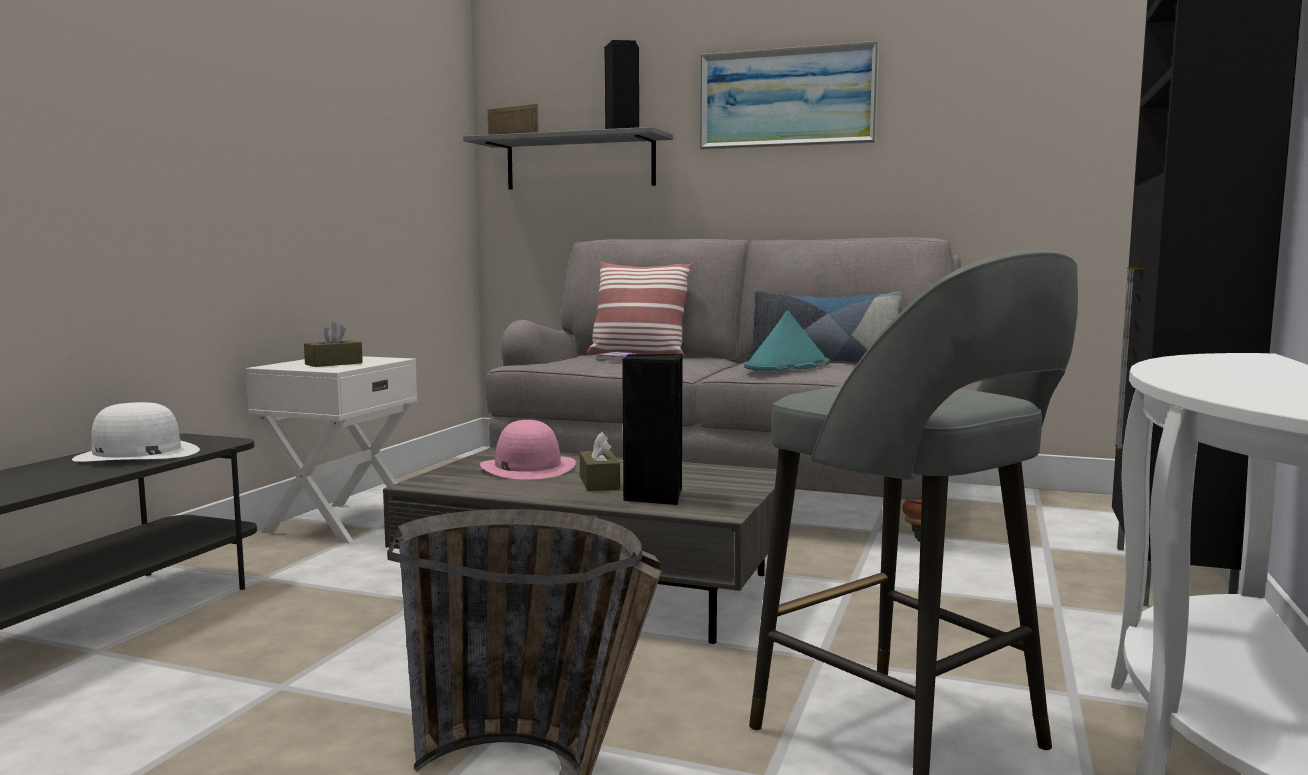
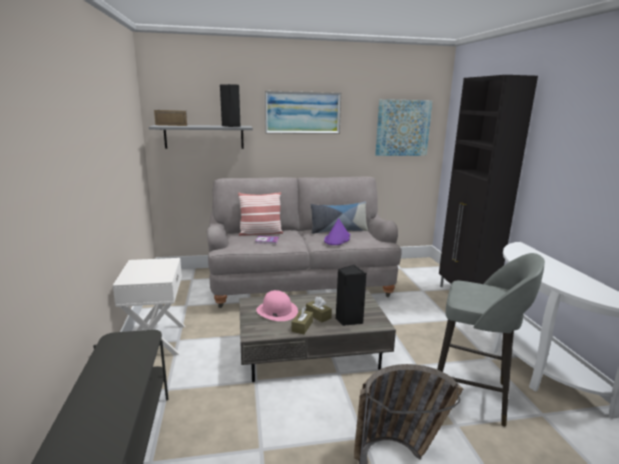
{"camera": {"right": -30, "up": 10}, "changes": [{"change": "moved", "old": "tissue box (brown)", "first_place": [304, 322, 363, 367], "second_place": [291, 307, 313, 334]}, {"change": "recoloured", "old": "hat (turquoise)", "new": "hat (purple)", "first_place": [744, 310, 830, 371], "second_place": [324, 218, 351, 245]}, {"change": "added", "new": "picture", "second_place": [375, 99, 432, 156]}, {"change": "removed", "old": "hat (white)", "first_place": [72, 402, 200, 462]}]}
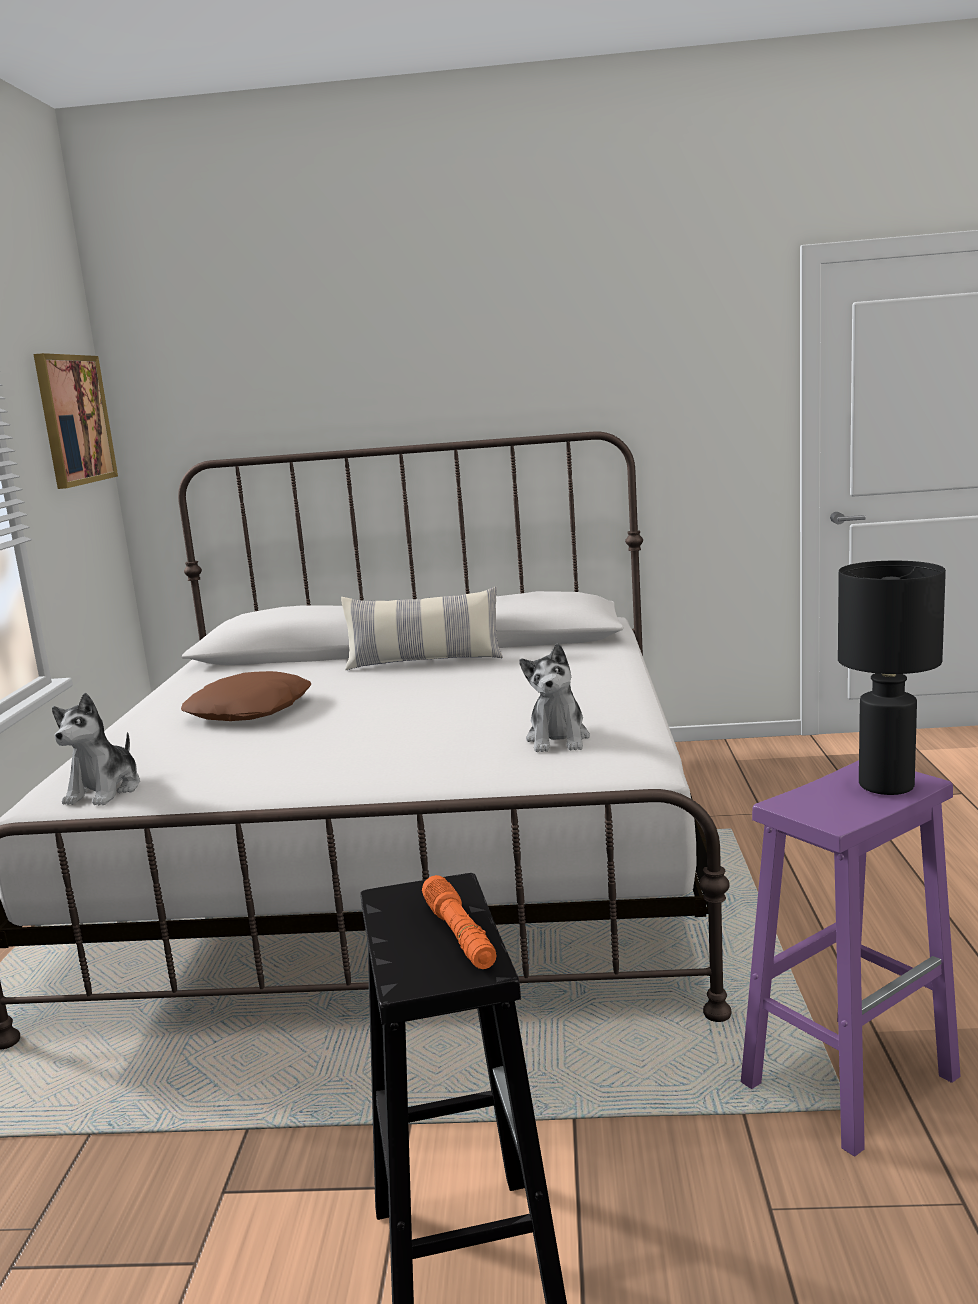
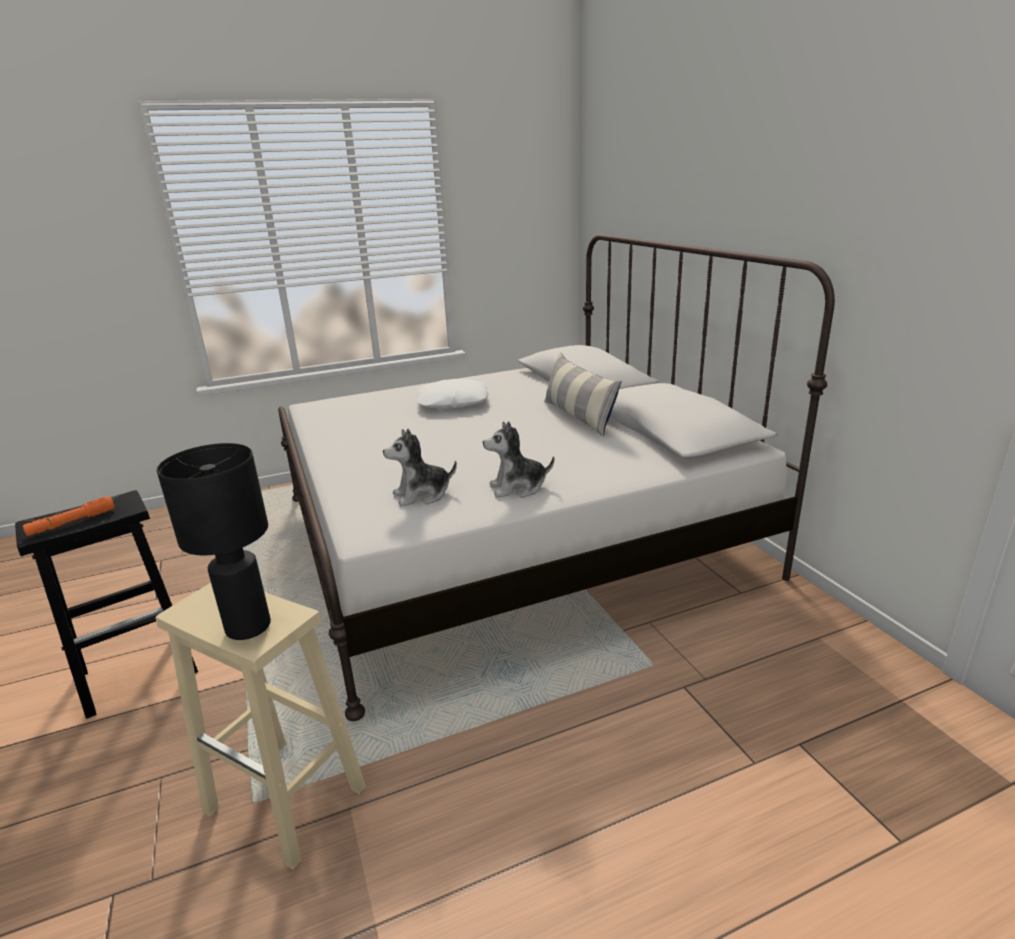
{"camera": {"right": 65, "up": 10}, "changes": [{"change": "recoloured", "old": "stool (purple)", "new": "stool (beige)", "first_place": [741, 760, 960, 1157], "second_place": [156, 583, 366, 870]}, {"change": "recoloured", "old": "pillow (brown)", "new": "pillow (white)", "first_place": [181, 671, 312, 721], "second_place": [417, 379, 489, 409]}, {"change": "moved", "old": "plush toy", "first_place": [52, 693, 140, 805], "second_place": [483, 421, 554, 498]}, {"change": "removed", "old": "picture", "first_place": [34, 353, 118, 489]}]}
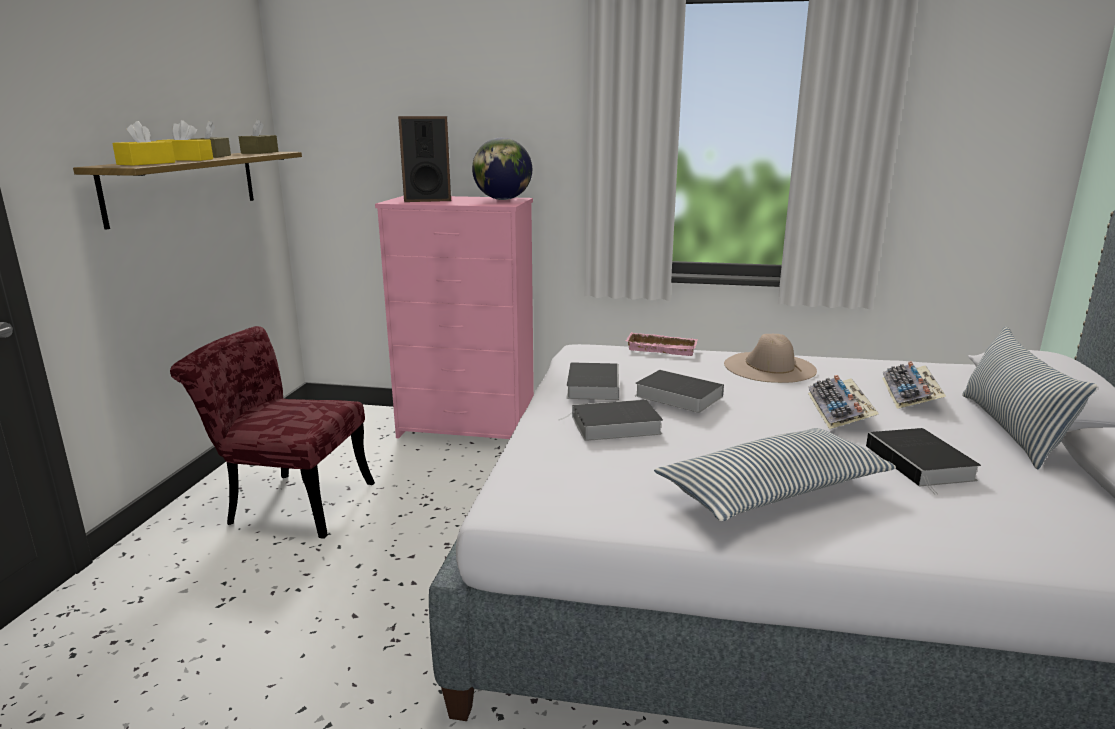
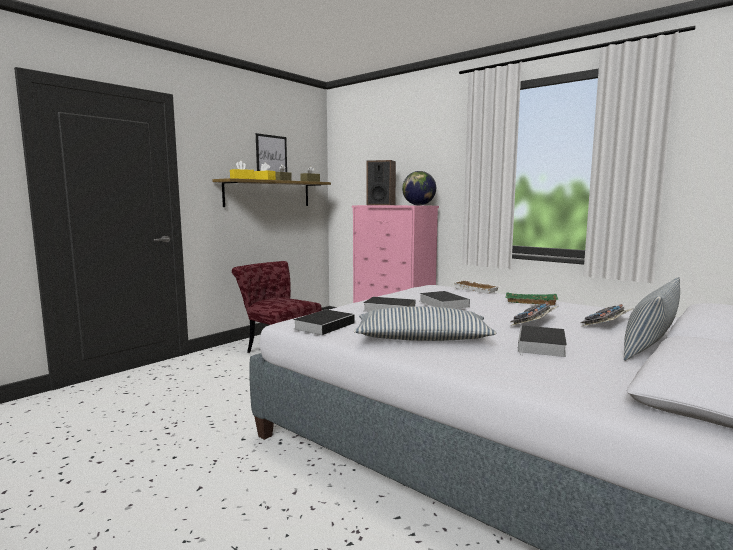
{"camera": {"right": 30, "up": -10}, "changes": [{"change": "added", "new": "picture", "second_place": [256, 133, 287, 172]}, {"change": "moved", "old": "book", "first_place": [567, 362, 619, 400], "second_place": [293, 310, 355, 335]}, {"change": "recoloured", "old": "tray (pink)", "new": "tray (white)", "first_place": [626, 332, 698, 356], "second_place": [454, 280, 501, 294]}, {"change": "replaced", "old": "hat (beige)", "new": "tray (green)", "first_place": [724, 334, 817, 383], "second_place": [506, 292, 558, 305]}]}
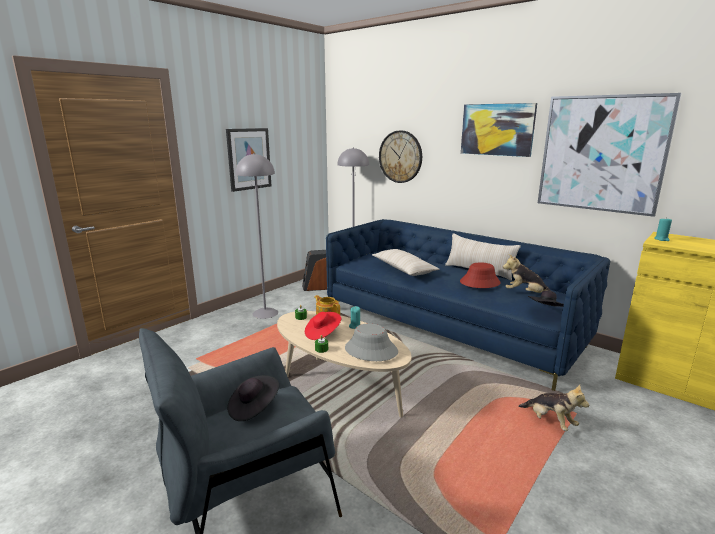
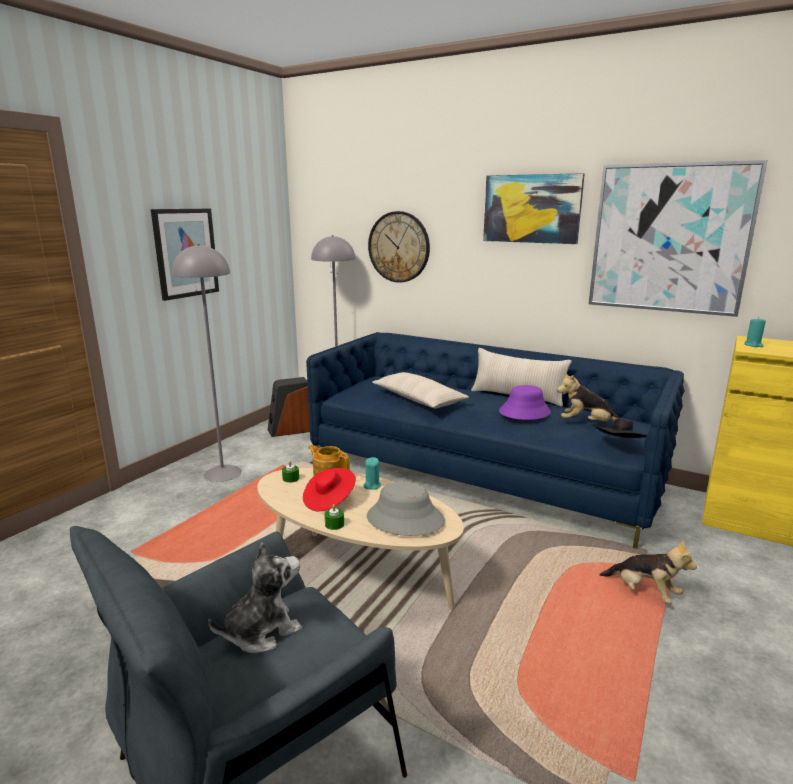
{"camera": {"right": -10, "up": 0}, "changes": [{"change": "replaced", "old": "hat (black)", "new": "plush toy", "first_place": [227, 375, 279, 421], "second_place": [208, 542, 302, 653]}, {"change": "recoloured", "old": "hat (red)", "new": "hat (purple)", "first_place": [460, 263, 501, 288], "second_place": [499, 385, 551, 420]}]}
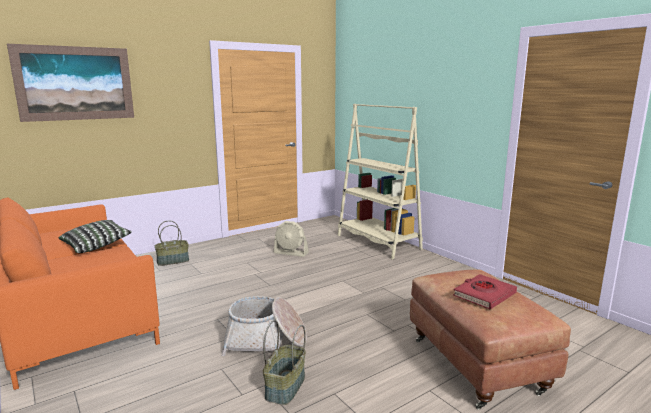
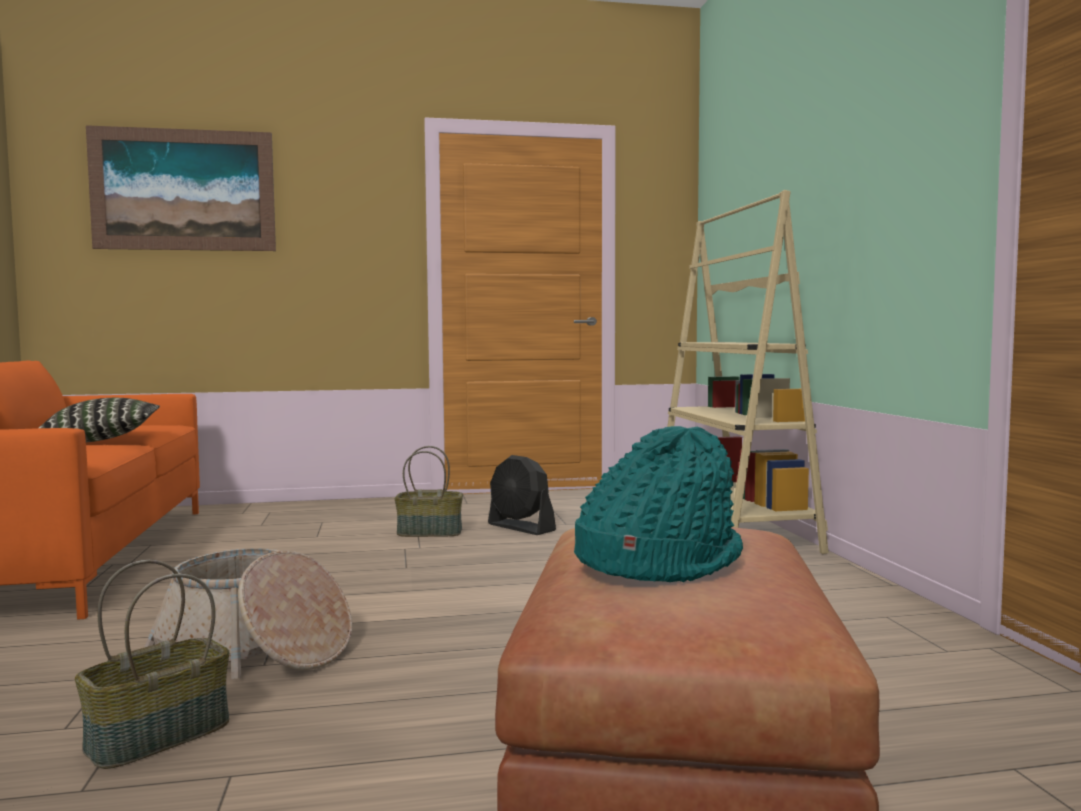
{"camera": {"right": 25, "up": -10}, "changes": [{"change": "moved", "old": "basket", "first_place": [155, 221, 189, 266], "second_place": [395, 446, 463, 537]}, {"change": "recoloured", "old": "fan (beige)", "new": "fan (black)", "first_place": [274, 221, 309, 257], "second_place": [488, 455, 556, 535]}, {"change": "replaced", "old": "book (red)", "new": "hat (turquoise)", "first_place": [453, 274, 517, 309], "second_place": [574, 426, 743, 582]}]}
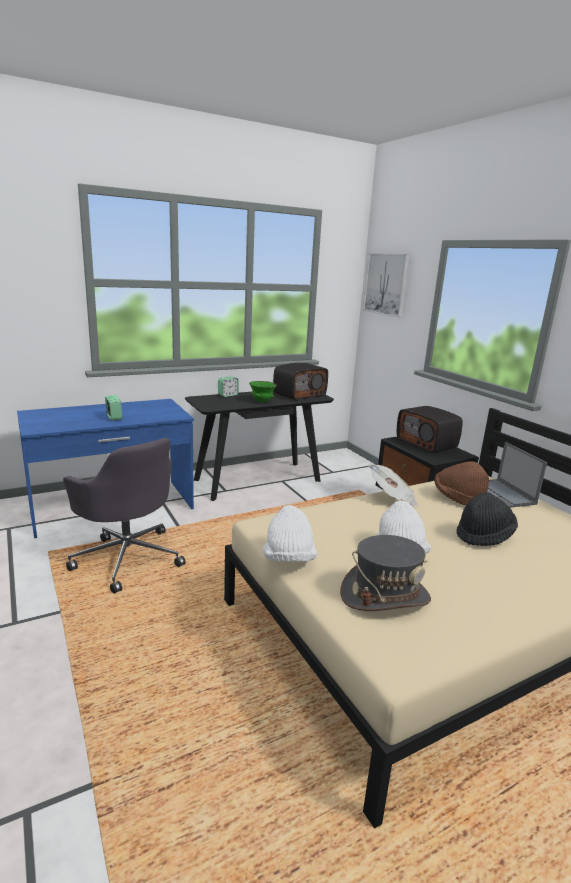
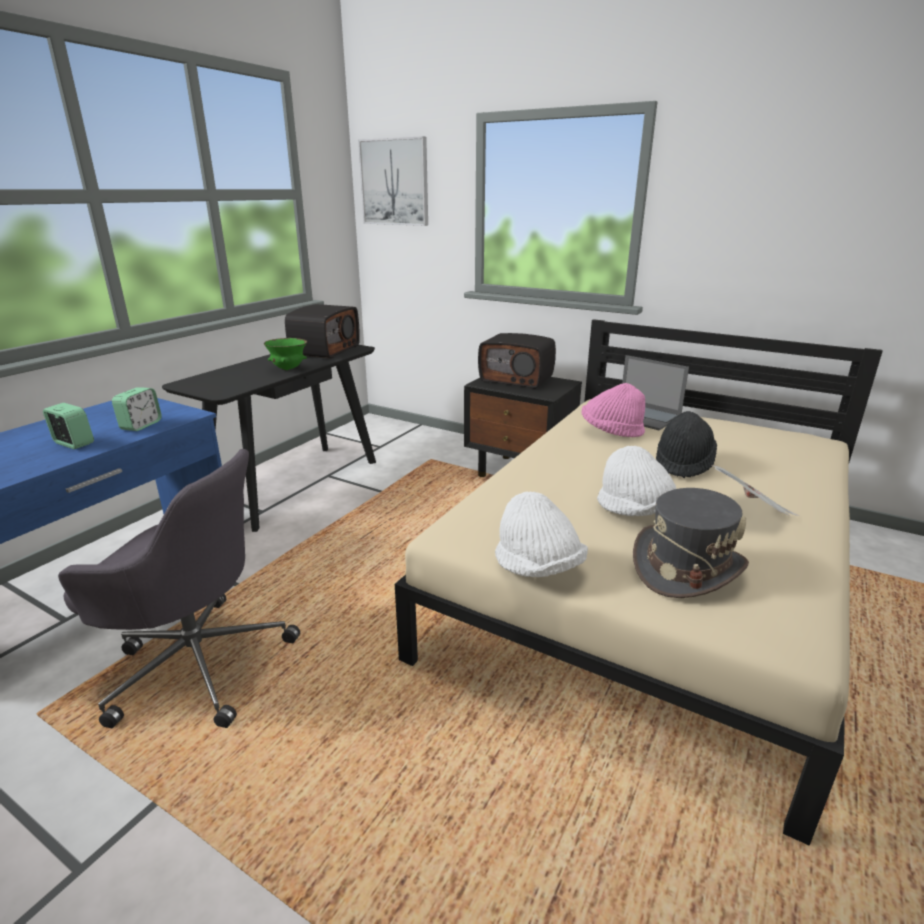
{"camera": {"right": -30, "up": 5}, "changes": [{"change": "moved", "old": "alarm clock", "first_place": [218, 377, 239, 397], "second_place": [112, 387, 162, 431]}, {"change": "recoloured", "old": "hat (brown)", "new": "hat (pink)", "first_place": [434, 461, 489, 505], "second_place": [582, 383, 645, 437]}, {"change": "moved", "old": "newspaper", "first_place": [368, 464, 418, 507], "second_place": [711, 465, 799, 516]}]}
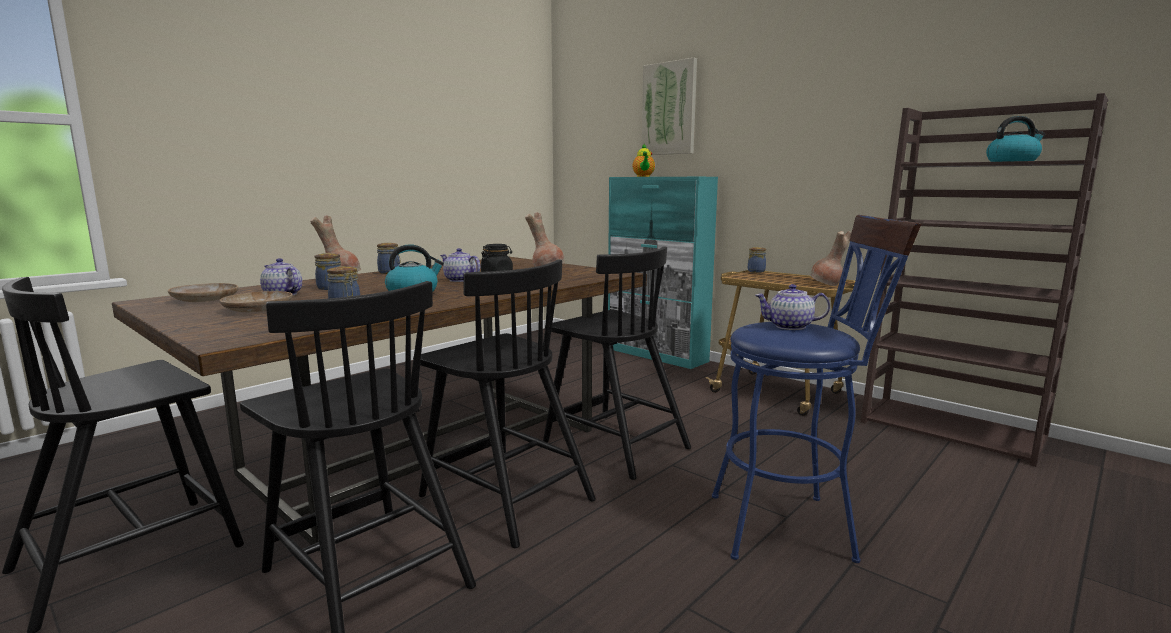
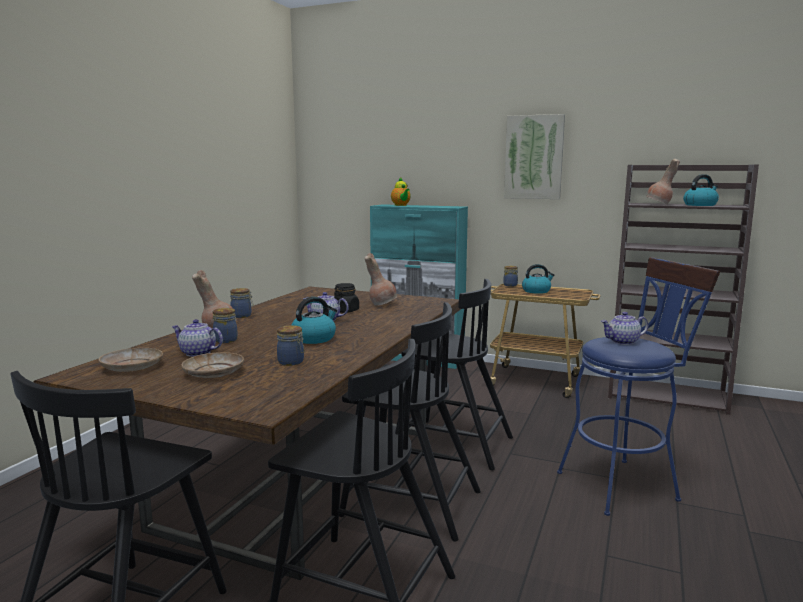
{"camera": {"right": -20, "up": 0}, "changes": [{"change": "moved", "old": "picture", "first_place": [642, 58, 697, 155], "second_place": [504, 114, 565, 199]}, {"change": "added", "new": "kettle", "second_place": [522, 264, 554, 294]}, {"change": "moved", "old": "vase (brown)", "first_place": [810, 231, 852, 286], "second_place": [646, 159, 680, 205]}]}
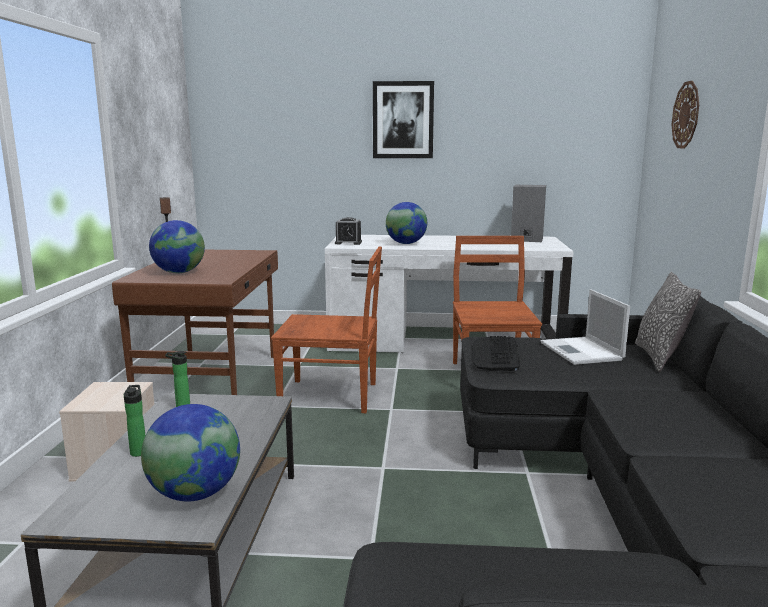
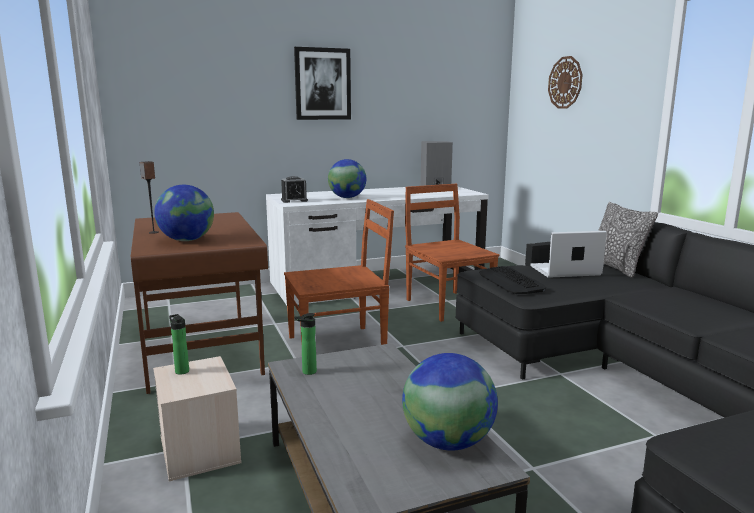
{"camera": {"right": -25, "up": 0}, "changes": [{"change": "moved", "old": "bottle", "first_place": [124, 385, 145, 457], "second_place": [169, 314, 189, 375]}, {"change": "turned", "old": "laptop", "first_place": [541, 289, 630, 365], "second_place": [531, 231, 607, 278], "degrees": 120}]}
